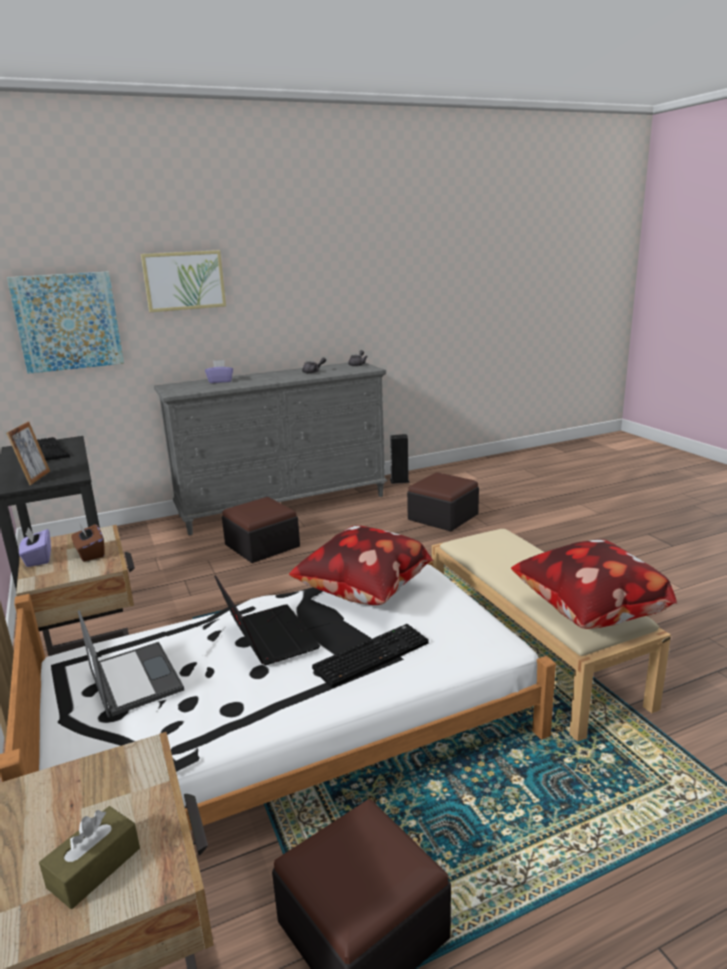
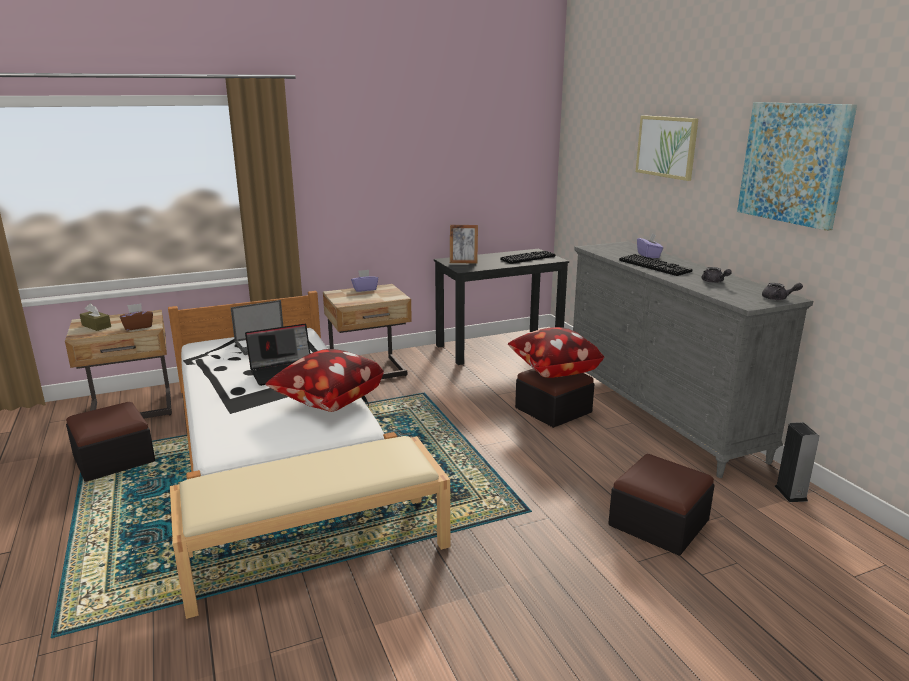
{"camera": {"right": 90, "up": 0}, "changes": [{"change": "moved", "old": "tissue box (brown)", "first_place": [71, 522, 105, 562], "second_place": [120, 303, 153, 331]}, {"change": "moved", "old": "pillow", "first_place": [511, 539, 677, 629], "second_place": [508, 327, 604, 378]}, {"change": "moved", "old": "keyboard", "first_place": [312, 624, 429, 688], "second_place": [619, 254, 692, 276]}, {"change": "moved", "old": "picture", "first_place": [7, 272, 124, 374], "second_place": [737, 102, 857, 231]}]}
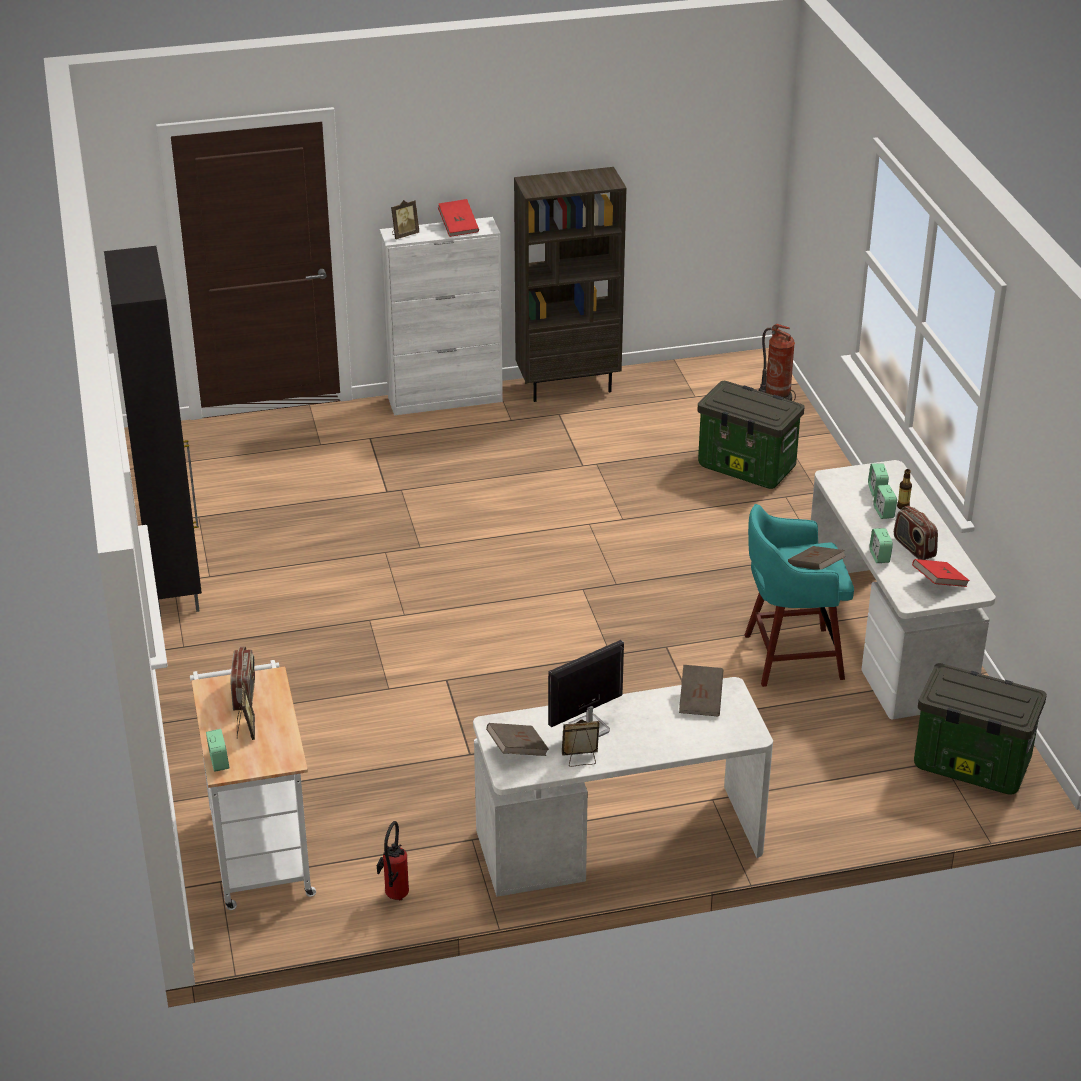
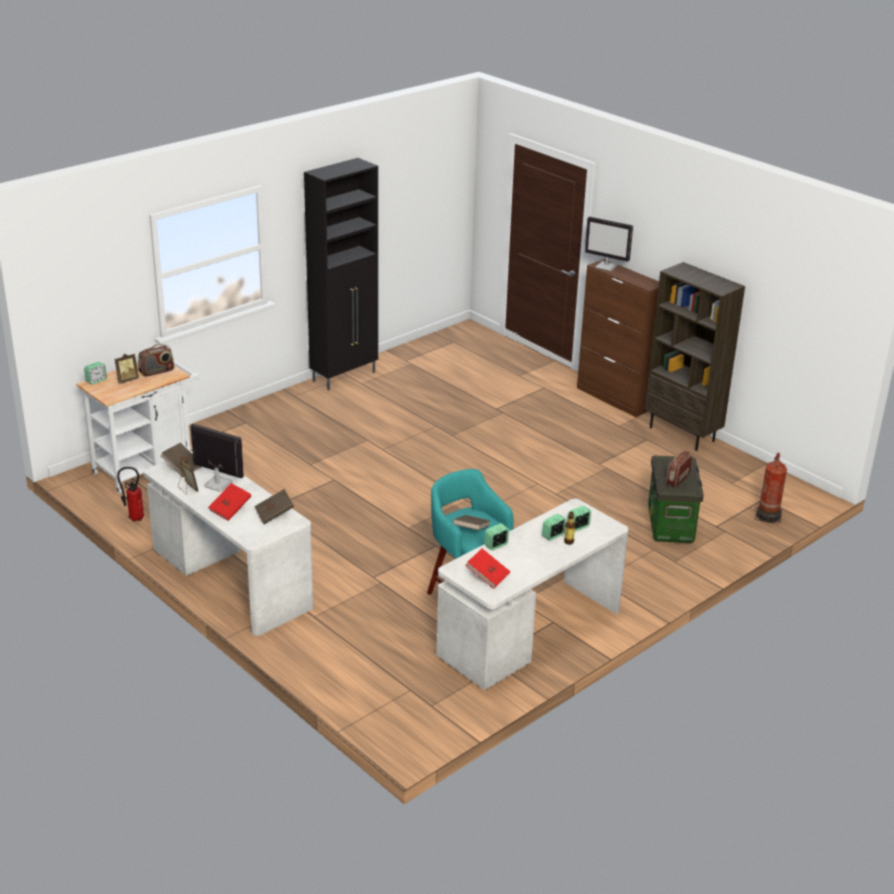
{"camera": {"right": 60, "up": -5}, "changes": [{"change": "moved", "old": "book (red)", "first_place": [438, 199, 479, 237], "second_place": [208, 483, 251, 521]}, {"change": "recoloured", "old": "cabinet (white)", "new": "cabinet (brown)", "first_place": [380, 217, 503, 416], "second_place": [577, 259, 659, 417]}, {"change": "replaced", "old": "picture frame", "new": "monitor", "first_place": [391, 200, 419, 239], "second_place": [585, 217, 633, 271]}, {"change": "moved", "old": "radio", "first_place": [894, 506, 938, 560], "second_place": [666, 451, 692, 488]}, {"change": "removed", "old": "storage box", "first_place": [914, 663, 1047, 795]}]}
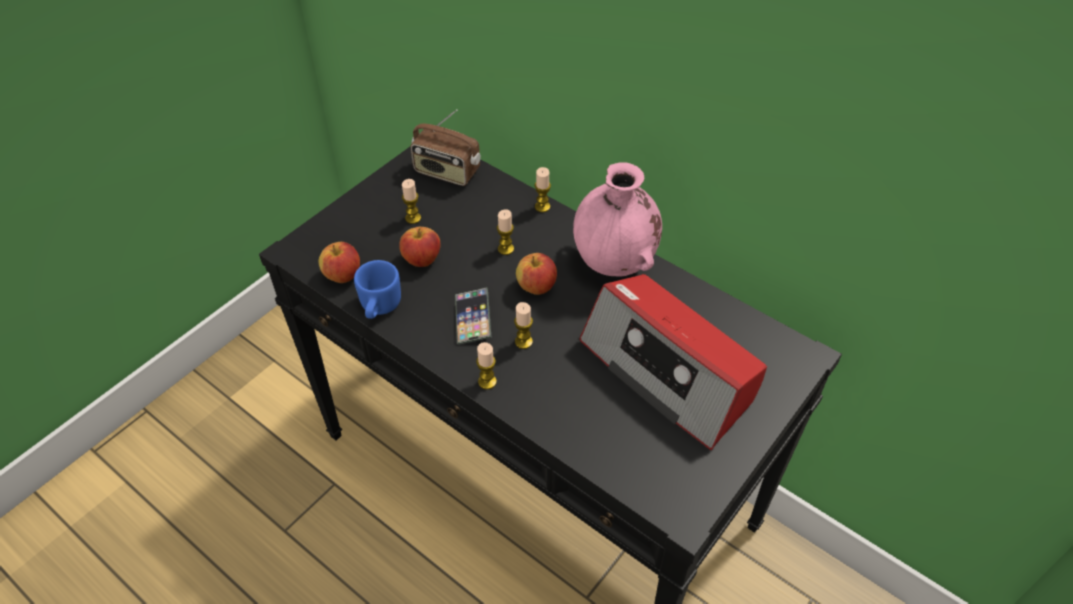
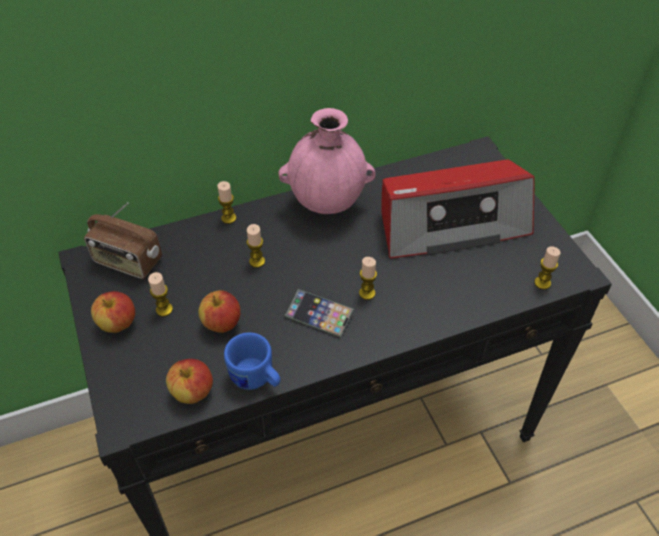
{"camera": {"right": -60, "up": 0}, "changes": [{"change": "turned", "old": "radio", "first_place": [410, 109, 481, 186], "second_place": [84, 202, 162, 279], "degrees": 60}, {"change": "moved", "old": "apple", "first_place": [516, 253, 557, 295], "second_place": [91, 291, 135, 333]}, {"change": "moved", "old": "candle", "first_place": [476, 342, 497, 389], "second_place": [534, 246, 561, 289]}]}
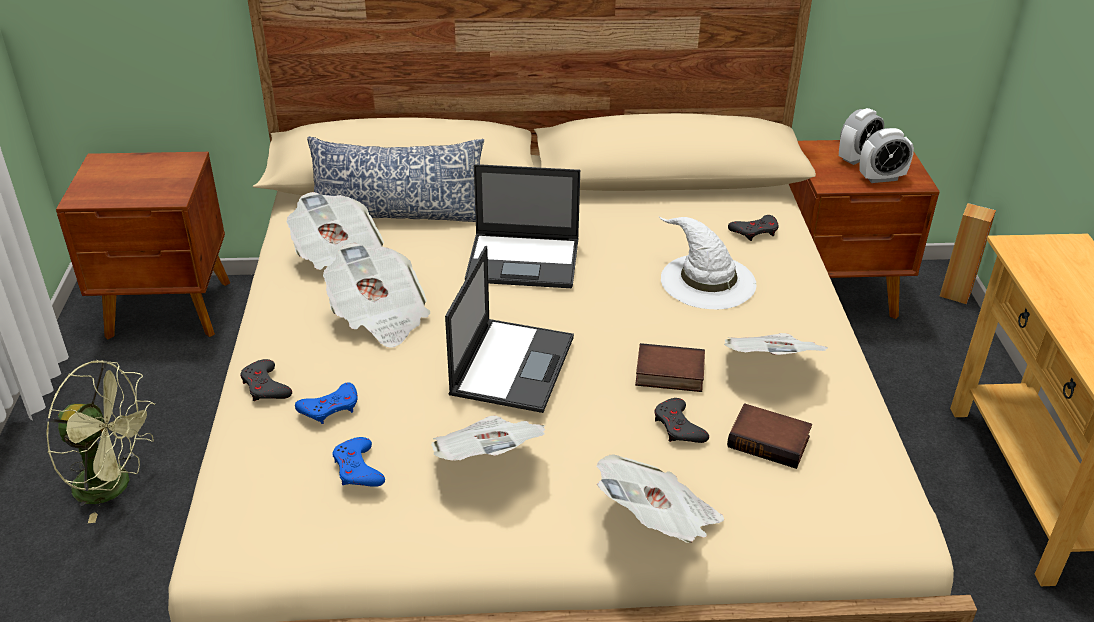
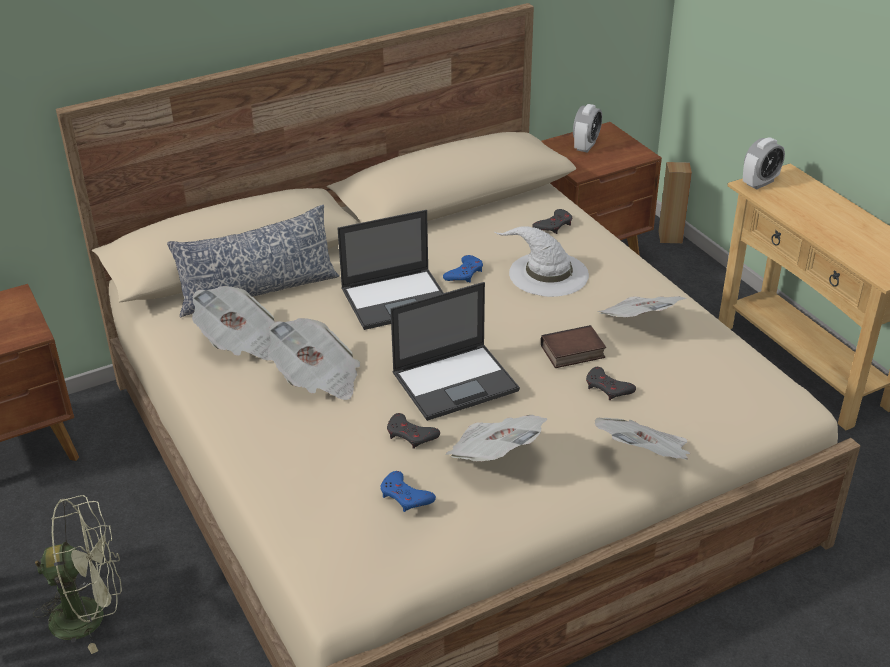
{"camera": {"right": -25, "up": 0}, "changes": [{"change": "moved", "old": "game controller (grey)", "first_place": [240, 359, 292, 401], "second_place": [387, 413, 440, 449]}, {"change": "turned", "old": "laptop", "first_place": [445, 246, 574, 413], "second_place": [390, 282, 520, 421], "degrees": 75}, {"change": "moved", "old": "game controller (blue)", "first_place": [295, 383, 357, 424], "second_place": [443, 255, 483, 283]}, {"change": "moved", "old": "alarm clock", "first_place": [860, 128, 914, 183], "second_place": [743, 137, 785, 190]}, {"change": "removed", "old": "book", "first_place": [727, 404, 812, 469]}]}
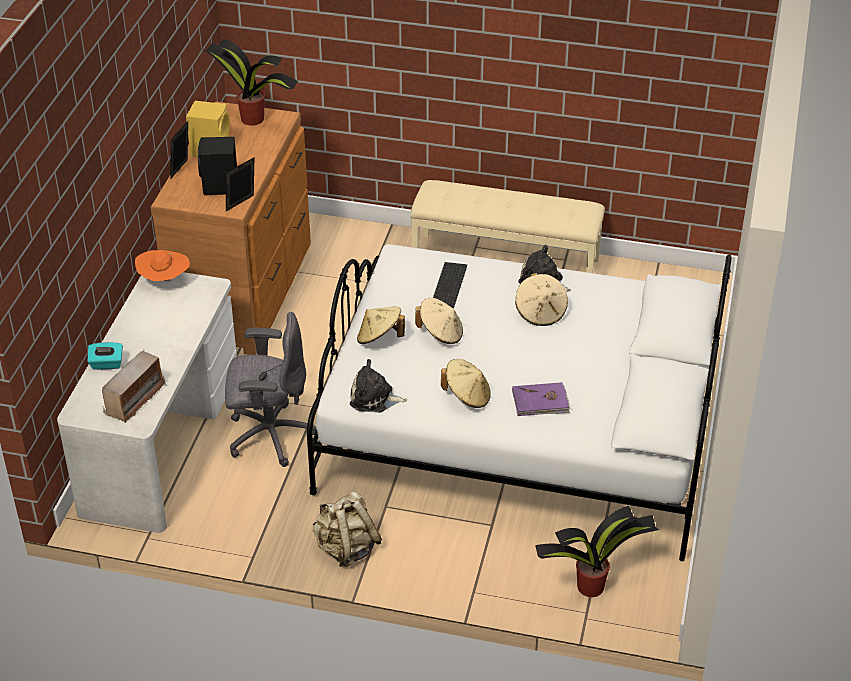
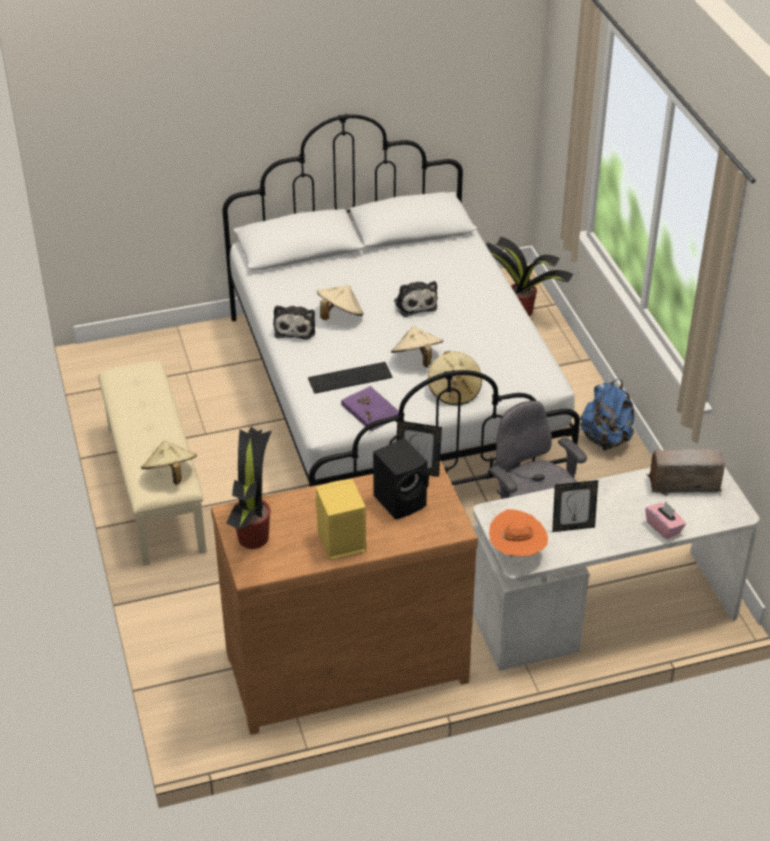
{"camera": {"right": -120, "up": 0}, "changes": [{"change": "moved", "old": "hat (beige)", "first_place": [441, 359, 491, 408], "second_place": [141, 440, 197, 485]}, {"change": "moved", "old": "book (purple)", "first_place": [512, 382, 571, 416], "second_place": [341, 386, 399, 431]}, {"change": "moved", "old": "plush toy", "first_place": [350, 359, 407, 413], "second_place": [394, 281, 438, 317]}, {"change": "moved", "old": "picture frame", "first_place": [170, 121, 188, 180], "second_place": [552, 480, 598, 532]}, {"change": "recoloured", "old": "backpack (beige)", "new": "backpack (blue)", "first_place": [312, 491, 382, 567], "second_place": [580, 379, 634, 451]}, {"change": "recoloured", "old": "tissue box (turquoise)", "new": "tissue box (pink)", "first_place": [87, 342, 123, 370], "second_place": [645, 501, 686, 539]}]}
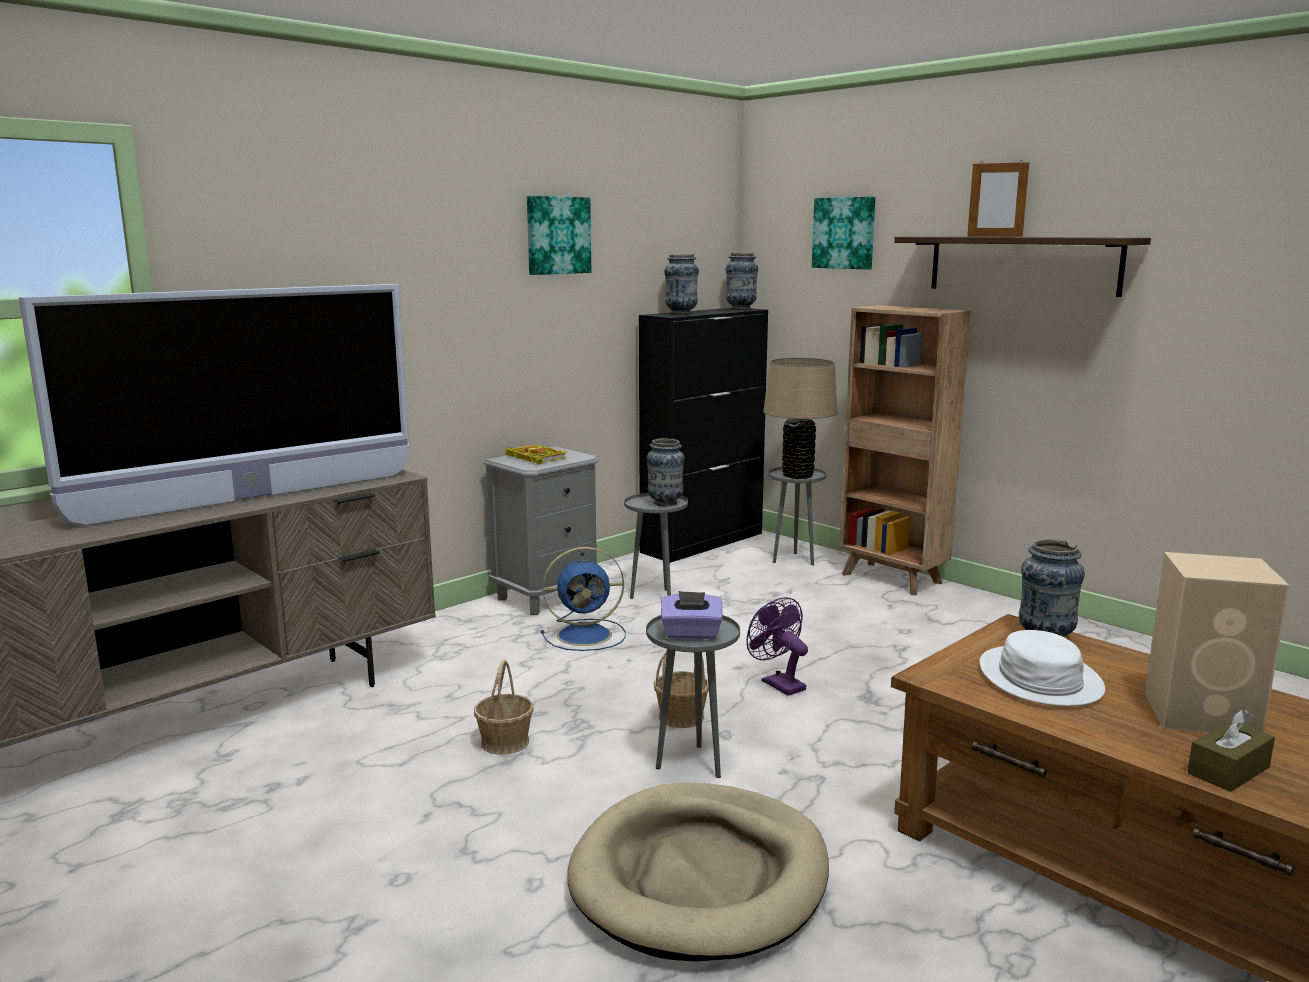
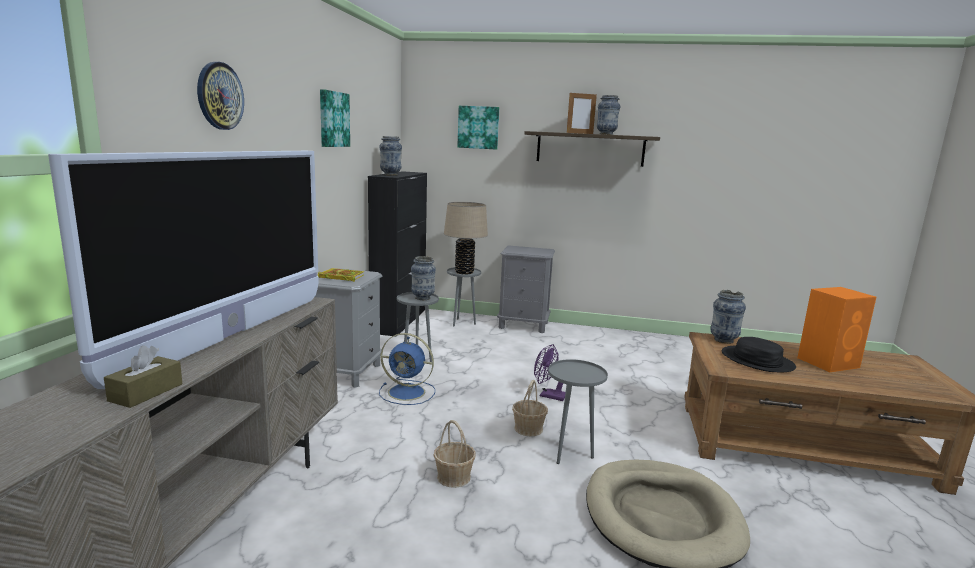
{"camera": {"right": -35, "up": 0}, "changes": [{"change": "moved", "old": "tissue box (brown)", "first_place": [1188, 709, 1275, 792], "second_place": [104, 345, 182, 408]}, {"change": "added", "new": "wall clock", "second_place": [197, 62, 244, 130]}, {"change": "turned", "old": "fan (blue)", "first_place": [541, 547, 626, 651], "second_place": [379, 333, 435, 405], "degrees": 60}, {"change": "replaced", "old": "bookcase (brown)", "new": "nightstand (grey)", "first_place": [840, 305, 971, 595], "second_place": [497, 245, 555, 333]}, {"change": "moved", "old": "vase", "first_place": [726, 253, 758, 310], "second_place": [597, 95, 620, 135]}, {"change": "recoloured", "old": "hat (white)", "new": "hat (black)", "first_place": [980, 630, 1105, 706], "second_place": [722, 337, 796, 372]}, {"change": "recoloured", "old": "speaker (beige)", "new": "speaker (orange)", "first_place": [1145, 552, 1289, 733], "second_place": [797, 287, 876, 372]}, {"change": "removed", "old": "tissue box (purple)", "first_place": [661, 591, 723, 639]}]}
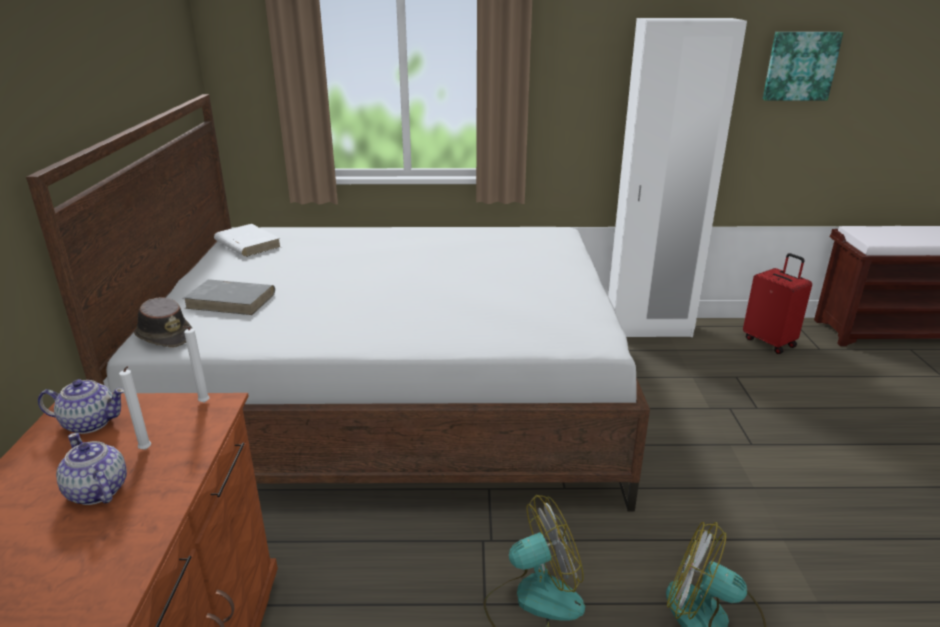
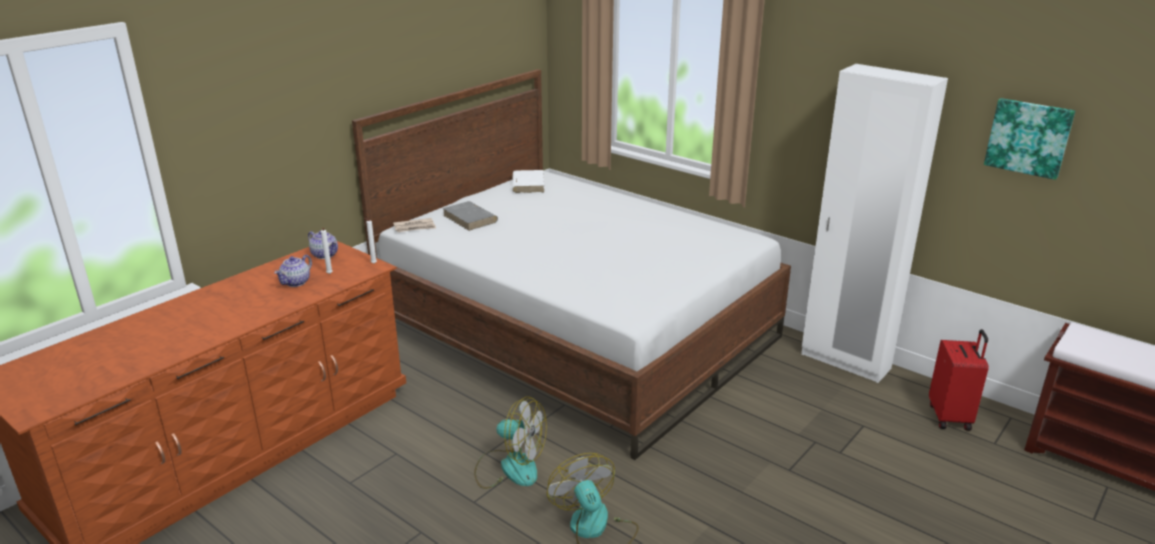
{"camera": {"right": 40, "up": 0}, "changes": [{"change": "turned", "old": "teapot", "first_place": [56, 433, 127, 505], "second_place": [274, 255, 312, 287], "degrees": -150}, {"change": "replaced", "old": "hat (brown)", "new": "newspaper", "first_place": [134, 297, 192, 348], "second_place": [393, 218, 436, 232]}]}
